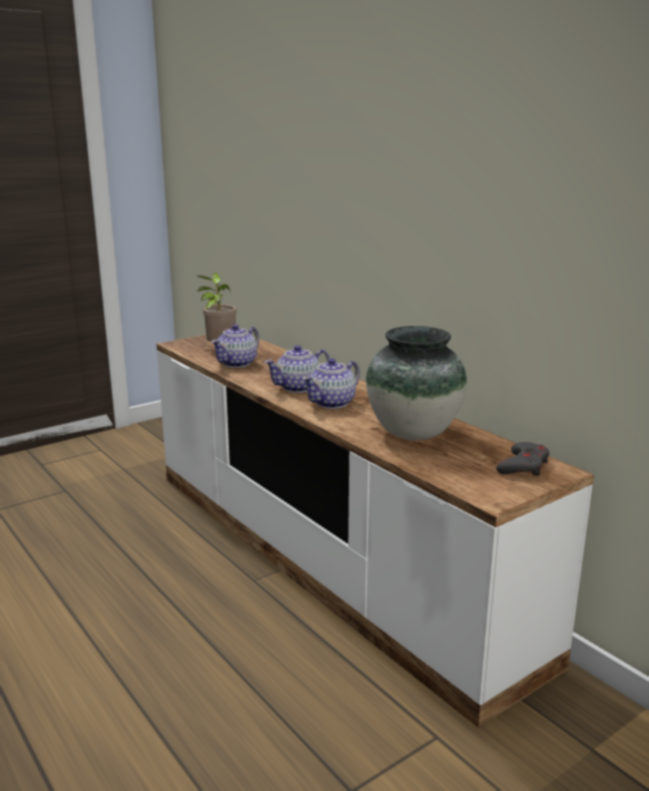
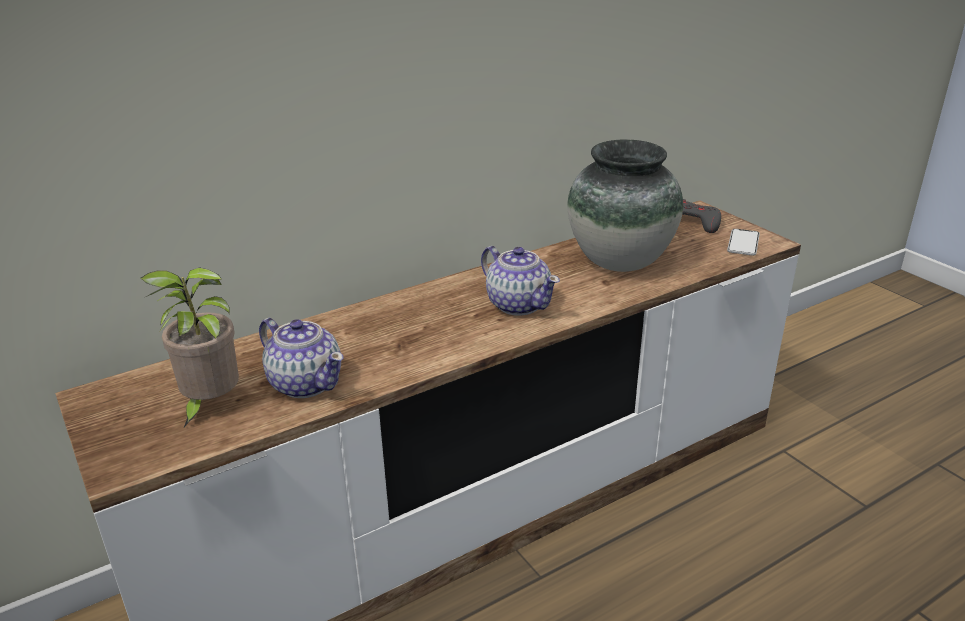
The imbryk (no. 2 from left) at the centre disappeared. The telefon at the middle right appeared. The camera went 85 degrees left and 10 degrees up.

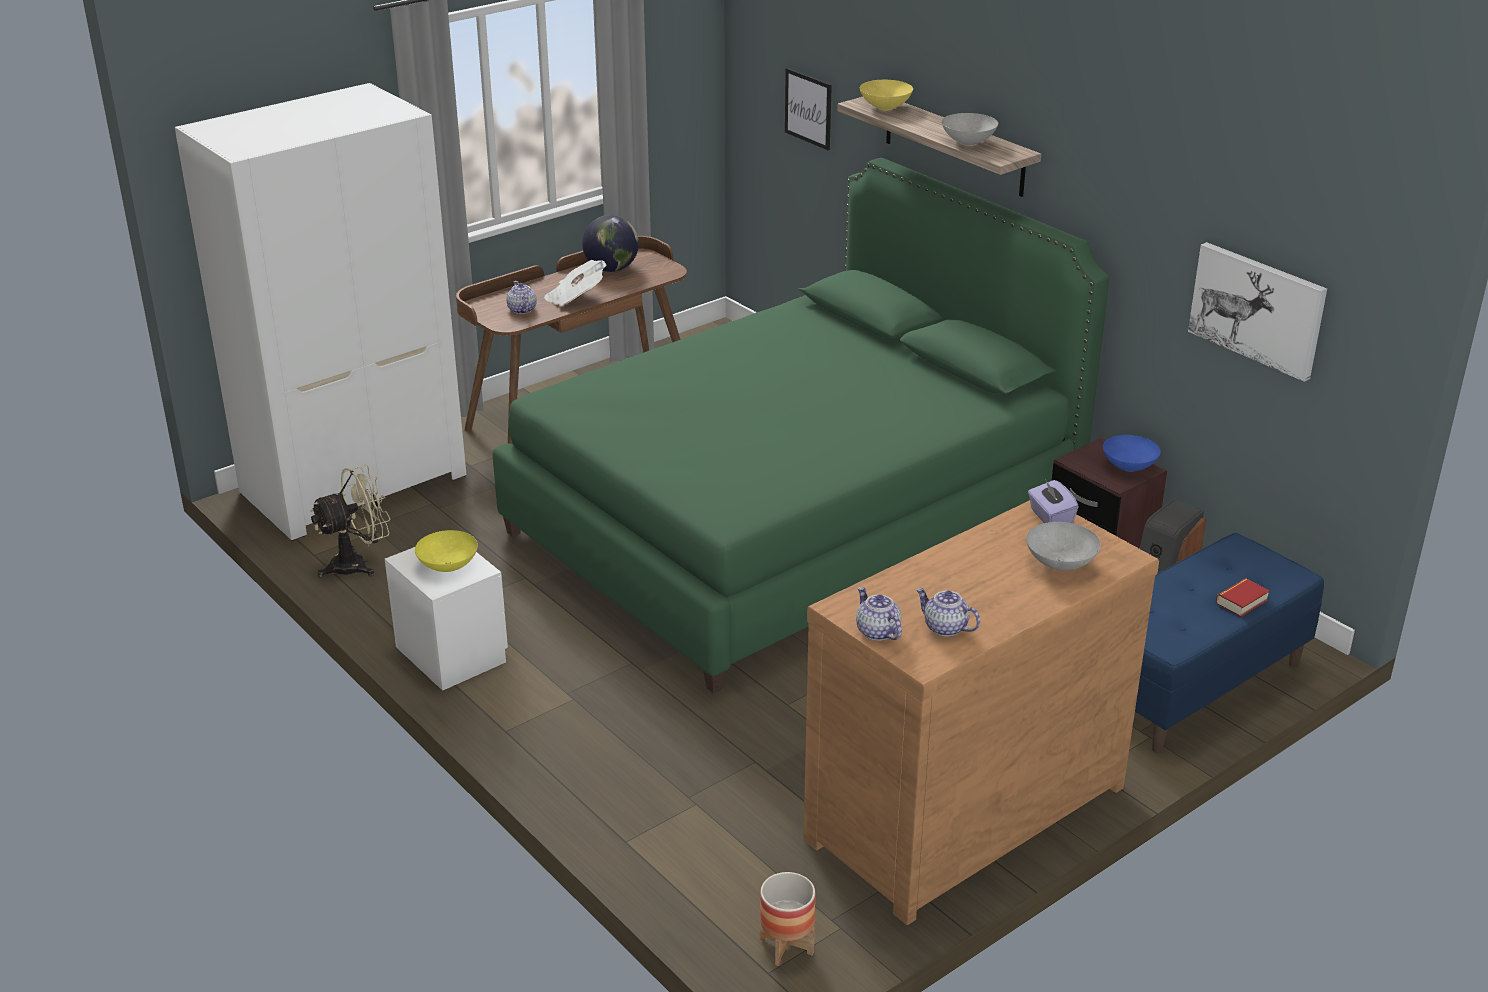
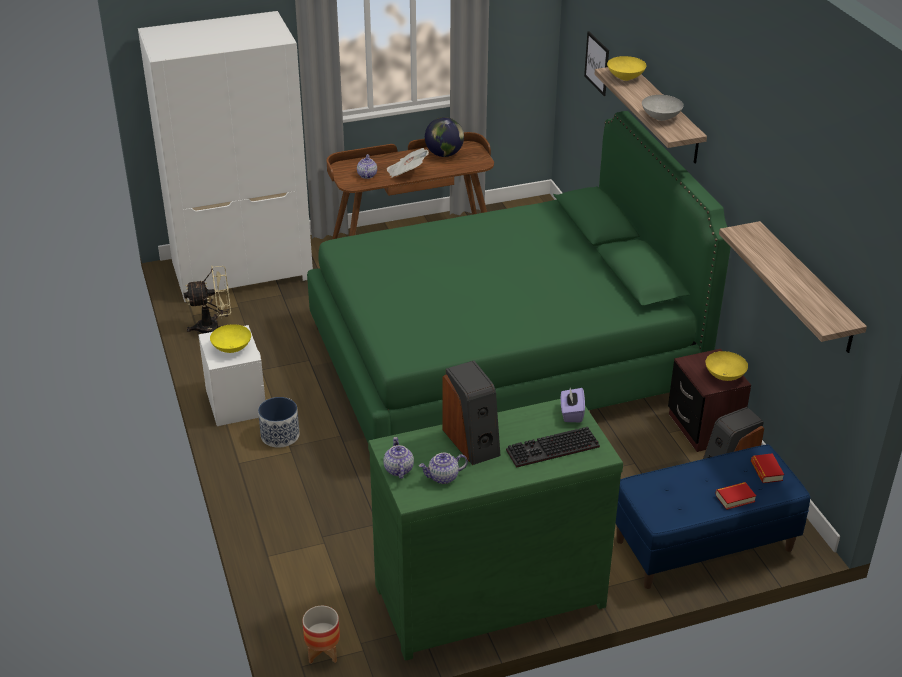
The obraz (no. 2 from left) at the top right was replaced by the półka (no. 2 from left) at the middle right. The miska [niebieski] at the middle right became the miska [żółty] (no. 3 from left) at the middle right. The komoda [brązowy] at the bottom centre became the komoda [zielony] at the bottom centre. The miska [szary] (no. 2 from left) at the middle right was replaced by the klawiatura at the centre. The imbryk (no. 3 from left) at the centre turned 75 degrees counterclockwise. The głośnik (no. 1 from left) at the centre appeared. The donica (no. 1 from left) at the middle left appeared. The książka (no. 2 from left) at the bottom right appeared. The camera went 20 degrees right and 5 degrees up.

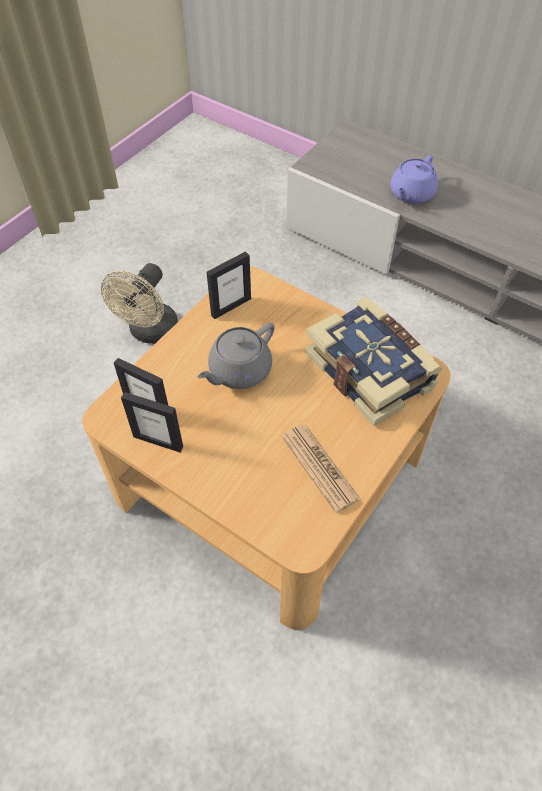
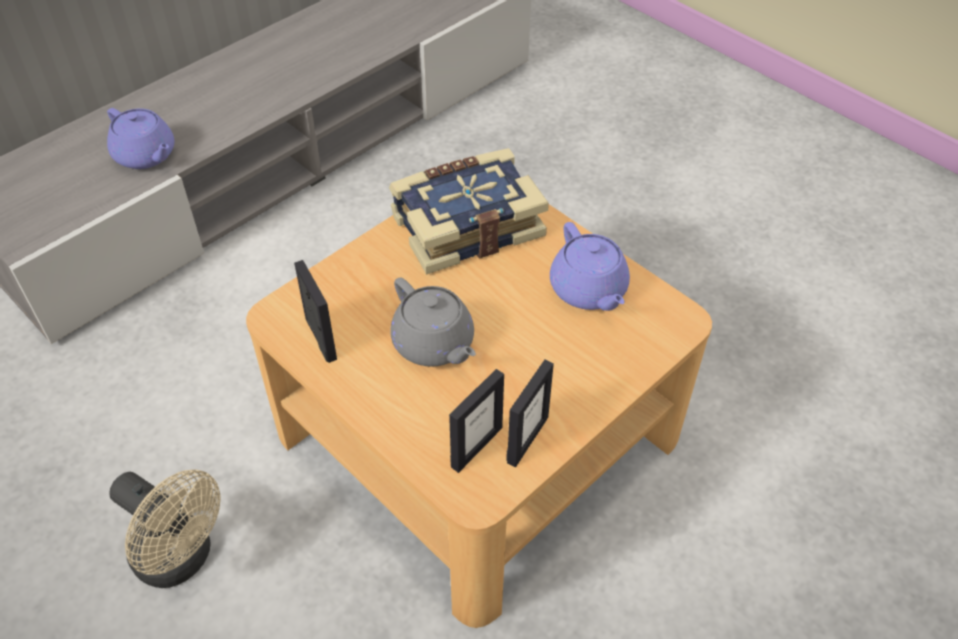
The gazeta at the centre was replaced by the imbryk [fioletowy] (no. 2 from left) at the centre. The camera went 80 degrees left and 5 degrees down.

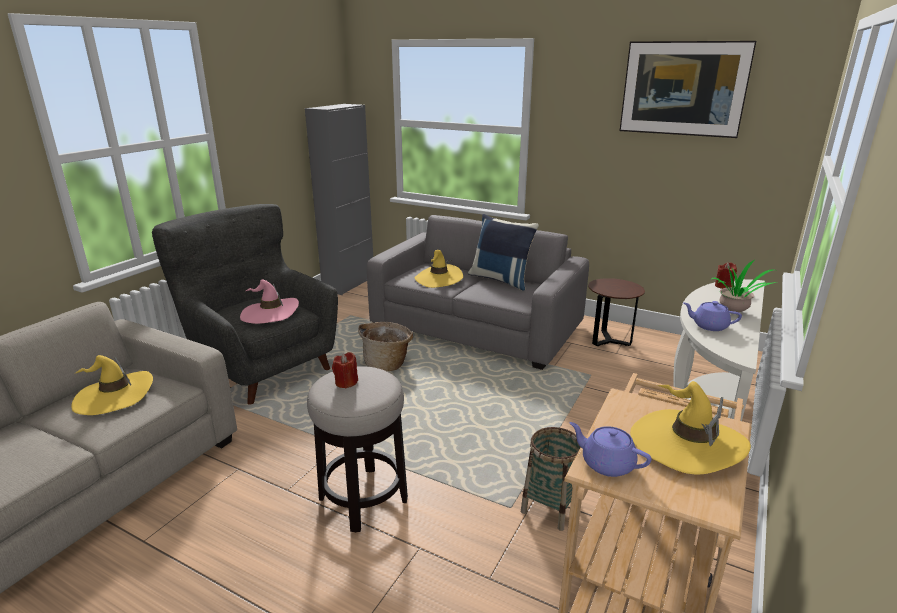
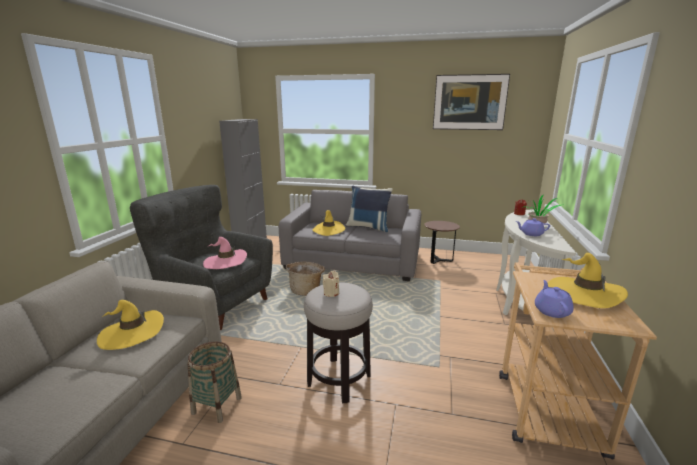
The świeca [czerwony] (no. 1 from left) at the centre became the świeca [beżowy] at the centre. The imbryk [fioletowy] (no. 1 from left in the first image) at the bottom right turned 75 degrees clockwise. The koszyk (no. 2 from left in the first image) moved from the bottom centre to the bottom left. The camera went 15 degrees left and 5 degrees down.

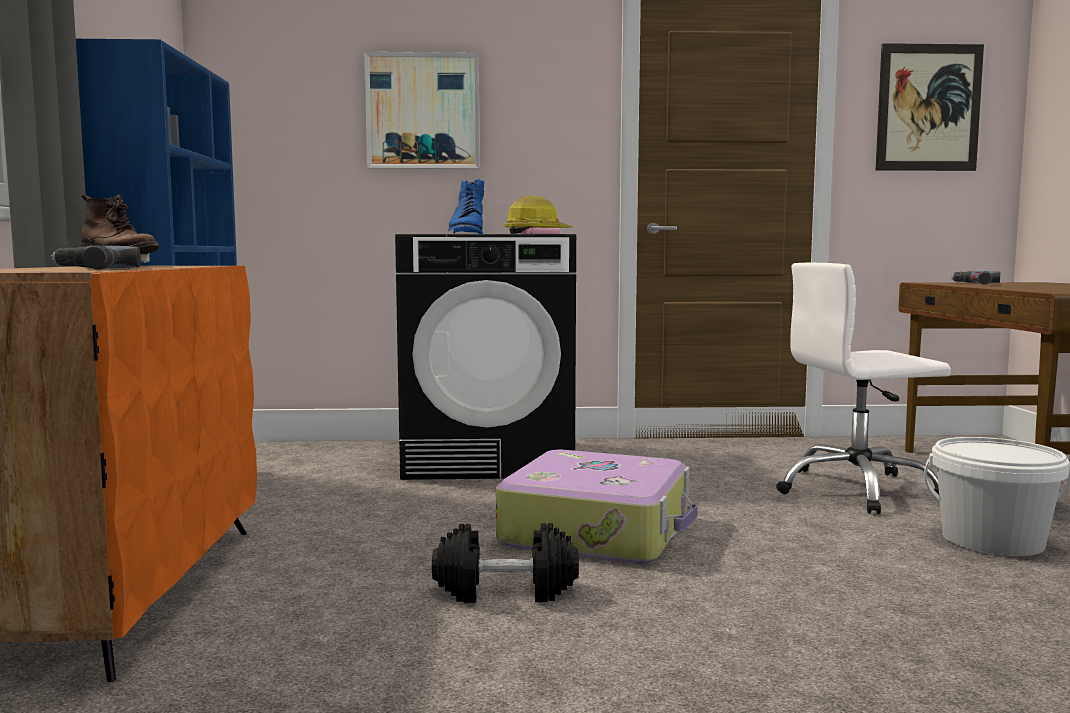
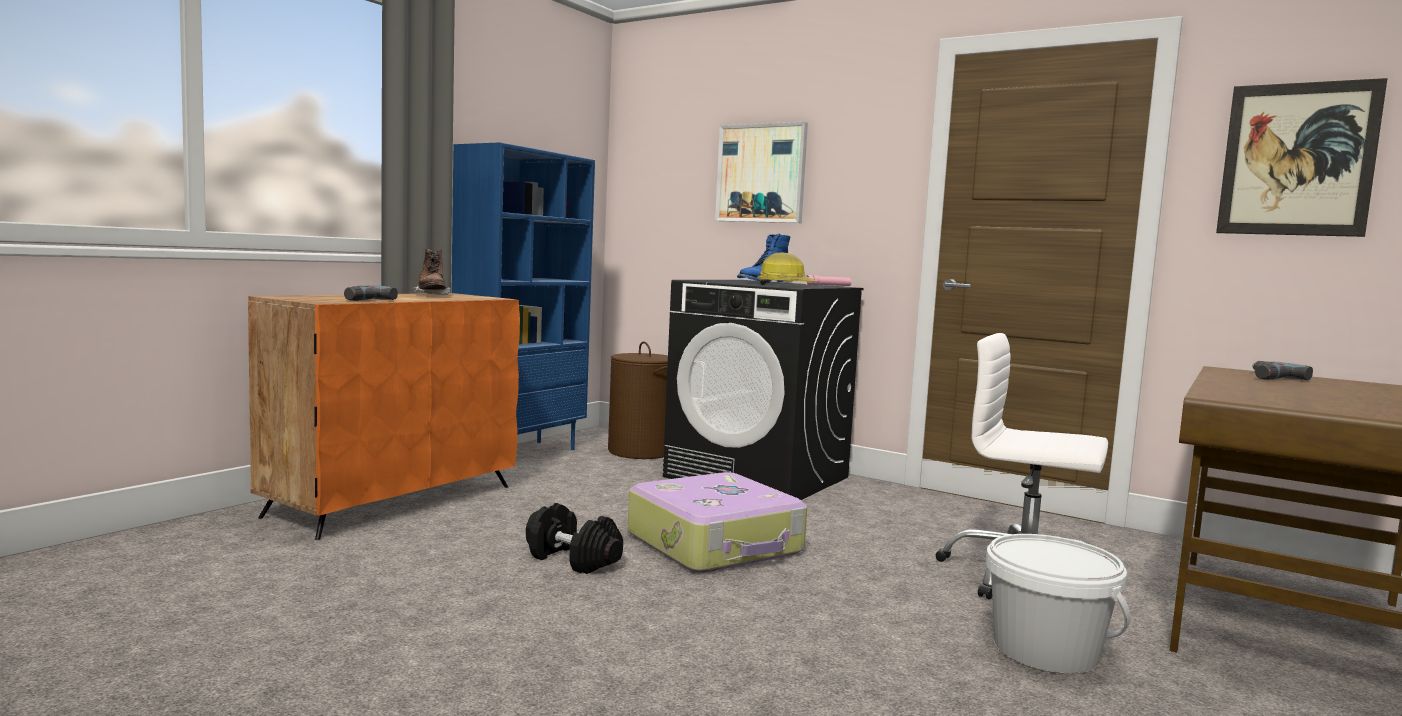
The kosz na pranie [brązowy] at the centre appeared. The camera went 35 degrees right and 0 degrees up.

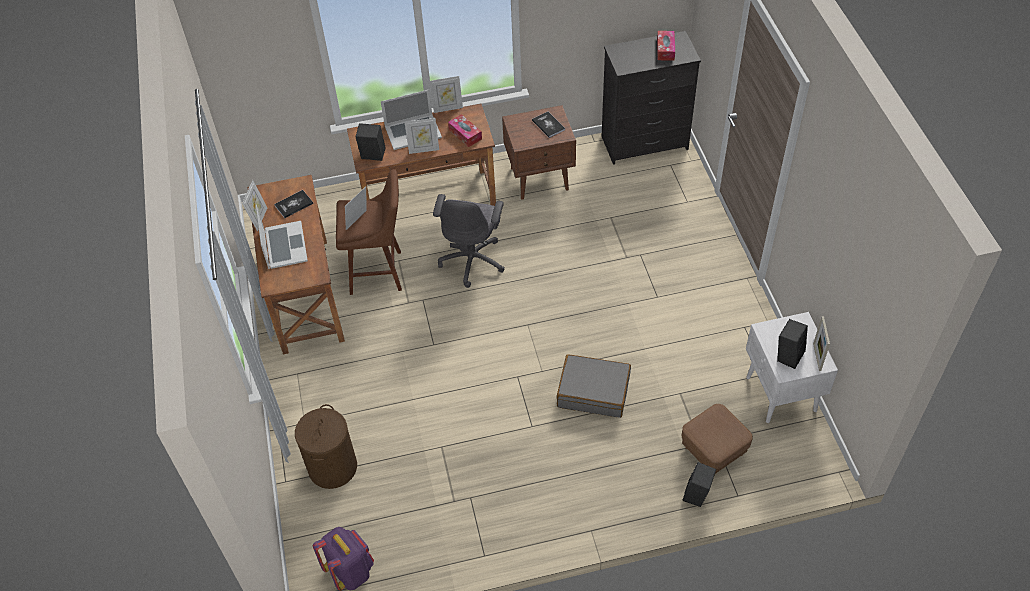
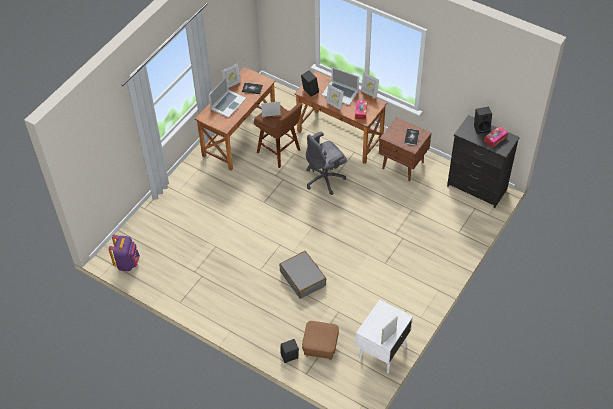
The głośnik [czarny] (no. 3 from left) moved from the middle right to the top right. The kosz na pranie [brązowy] at the bottom left disappeared. The camera went 45 degrees right and 0 degrees up.

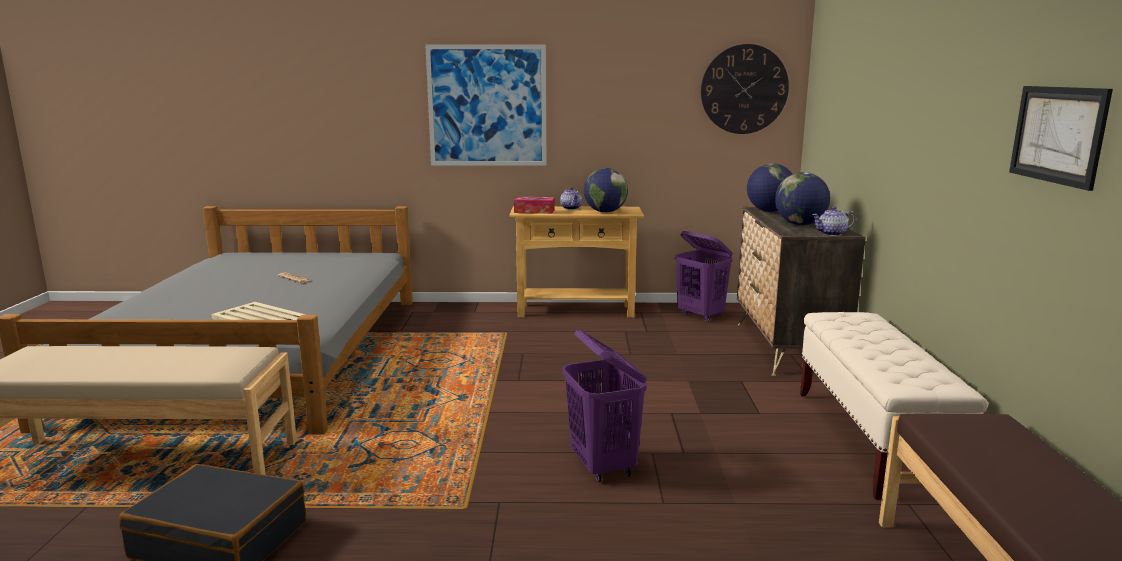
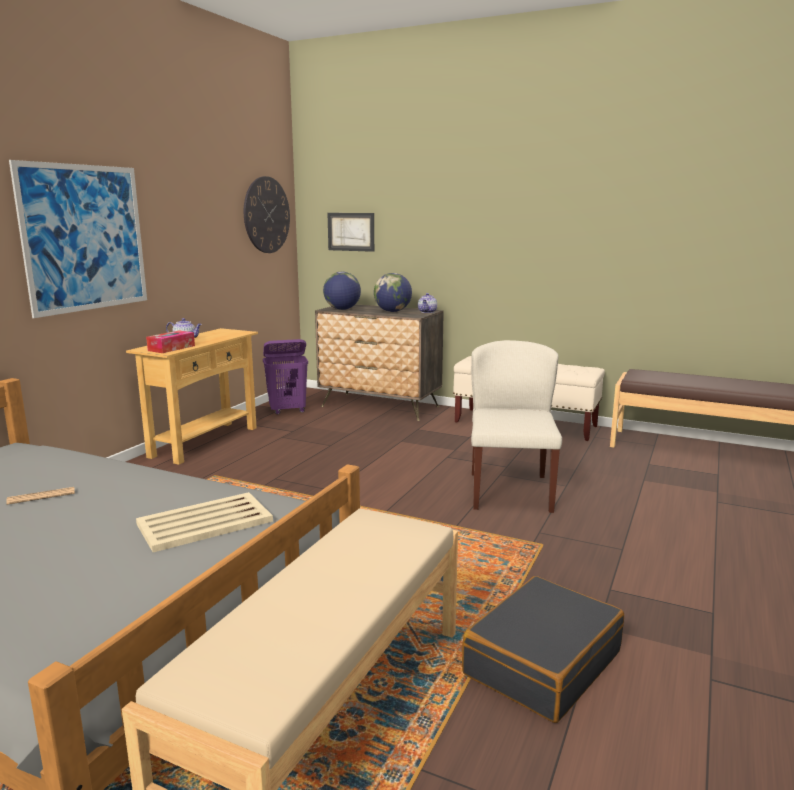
The obraz (no. 2 from left) moved from the top right to the top centre. The globus (no. 1 from left) at the centre disappeared. The kosz na pranie [fioletowy] (no. 1 from left) at the bottom centre was replaced by the krzesło [beżowy] at the centre. The camera went 65 degrees left and 0 degrees up.

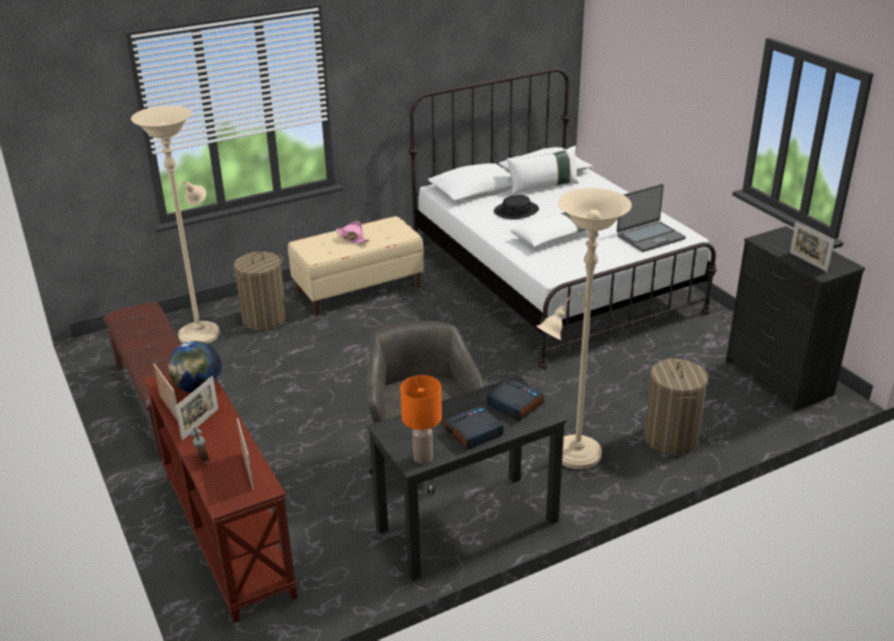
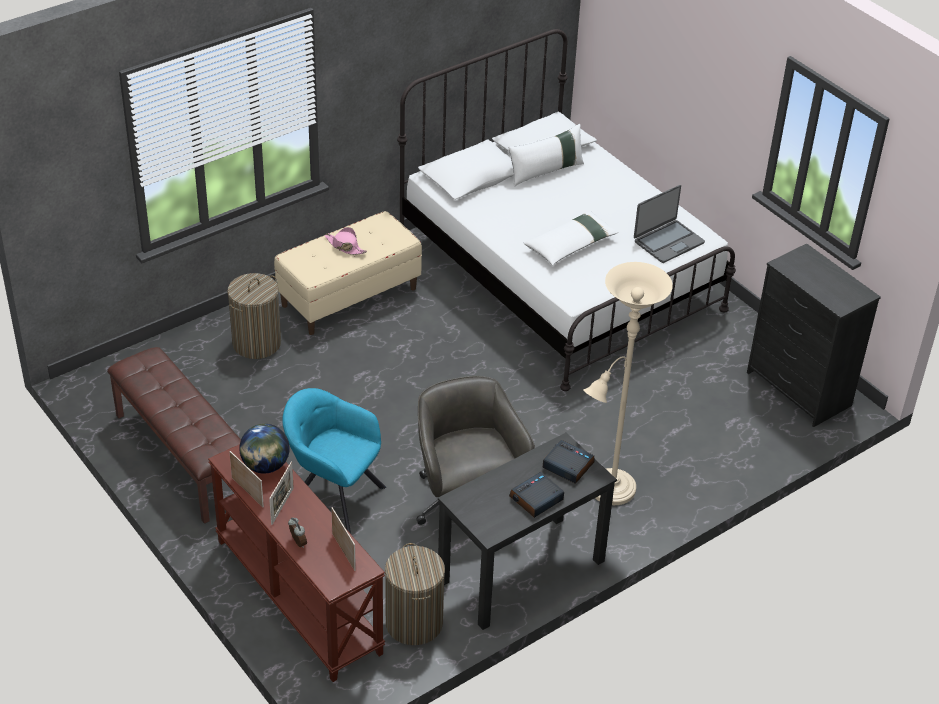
The lampa stojąca [beżowy] (no. 1 from left) at the middle left disappeared. The kapelusz [czarny] at the top centre disappeared. The ramka na zdjęcie (no. 4 from left) at the middle right disappeared. The kosz na pranie (no. 2 from left) moved from the middle right to the bottom centre. The lampa stołowa [pomarańczowy] at the centre disappeared. The fotel [turkusowy] at the centre appeared. The camera went 10 degrees left and 10 degrees up.

